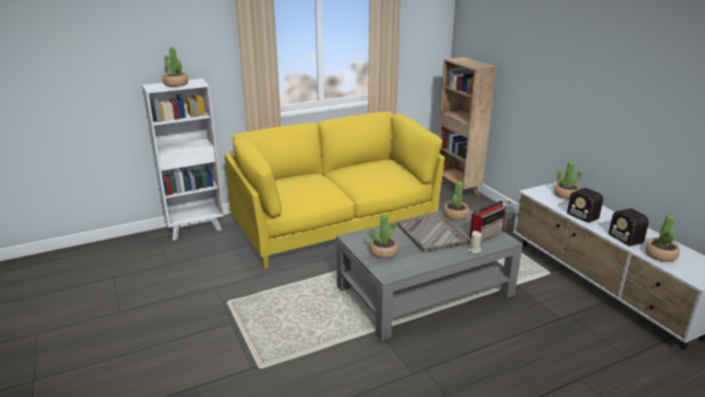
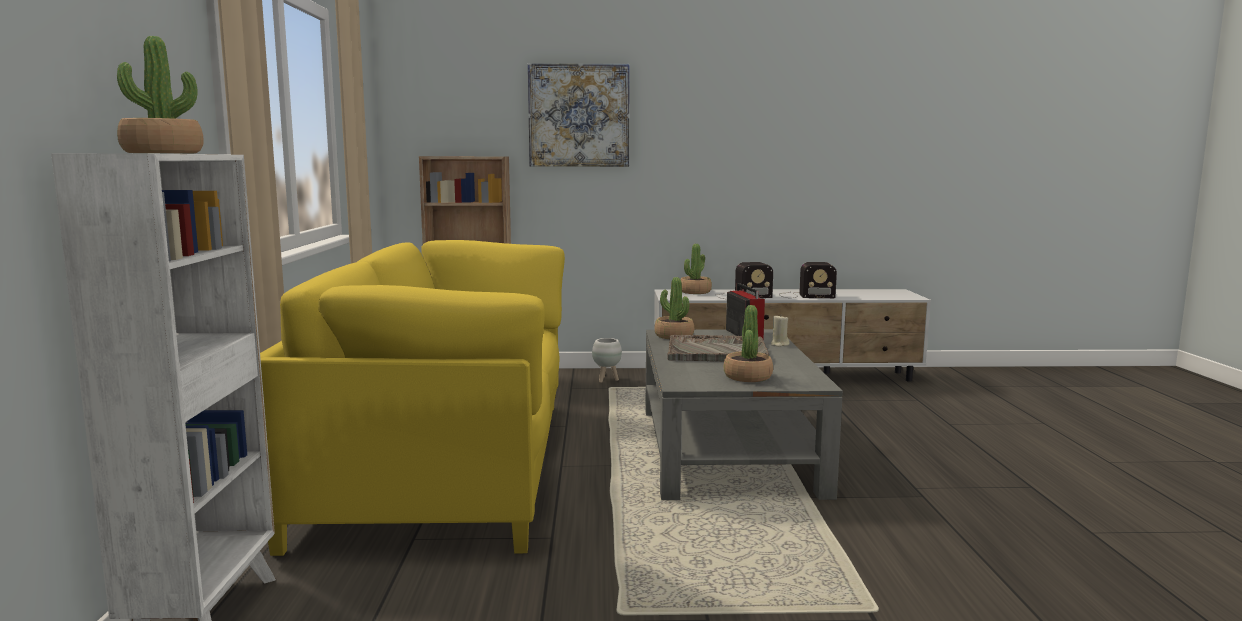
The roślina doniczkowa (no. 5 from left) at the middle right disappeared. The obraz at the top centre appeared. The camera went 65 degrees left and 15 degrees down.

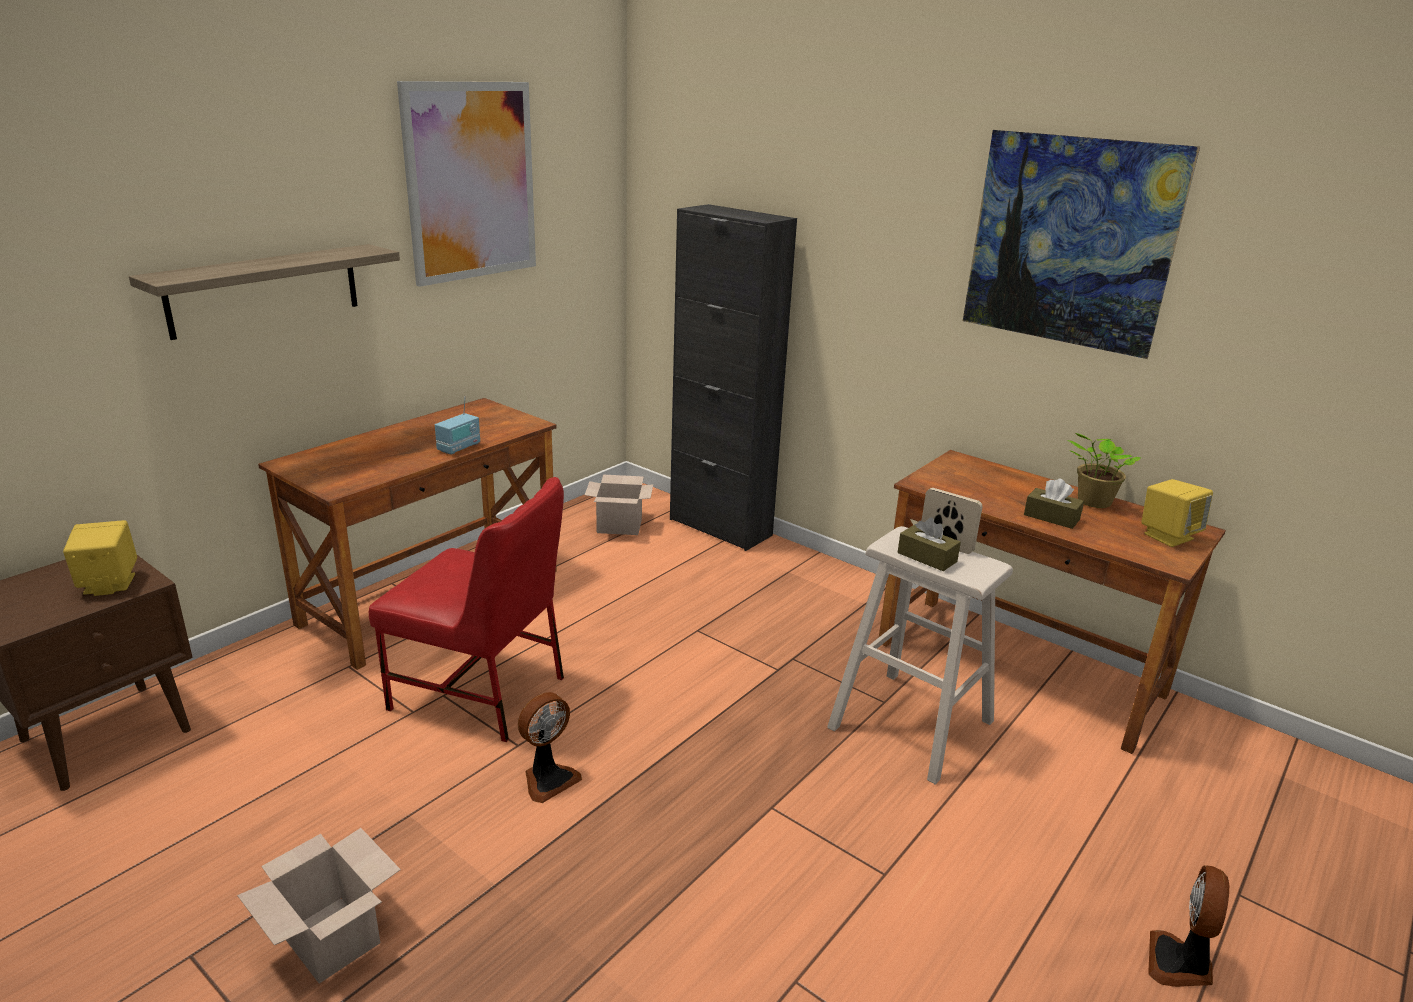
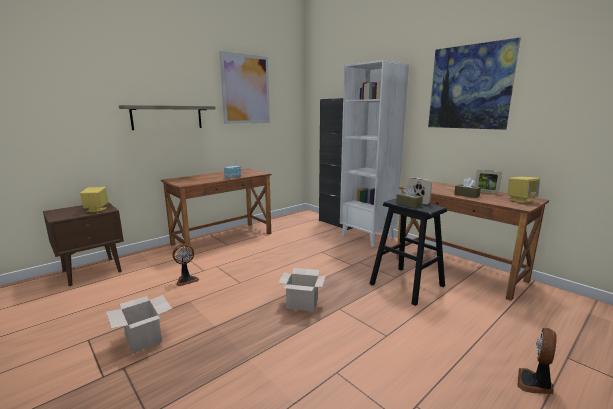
The roślina doniczkowa at the middle right was replaced by the ramka na zdjęcie (no. 2 from left) at the middle right. The karton (no. 2 from left) moved from the centre to the bottom centre. The krzesło [czerwony] at the middle left disappeared. The stołek [beżowy] at the centre became the stołek [czarny] at the centre. The wentylator (no. 1 from left) moved from the bottom centre to the middle left. The regał [biały] at the centre appeared. The camera went 10 degrees right and 10 degrees down.

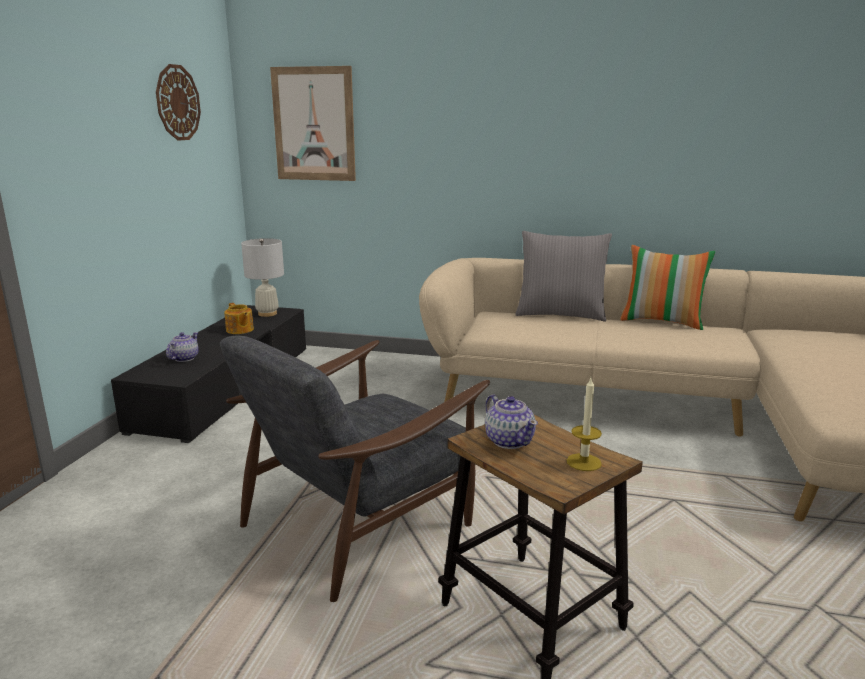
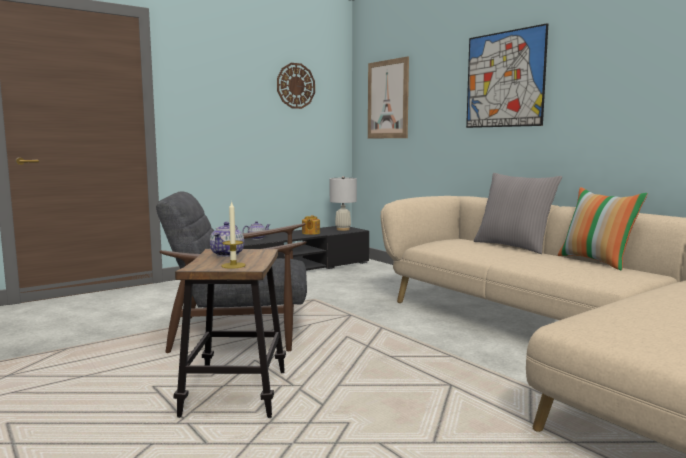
The obraz (no. 2 from left) at the top right appeared. The camera went 40 degrees right and 10 degrees down.

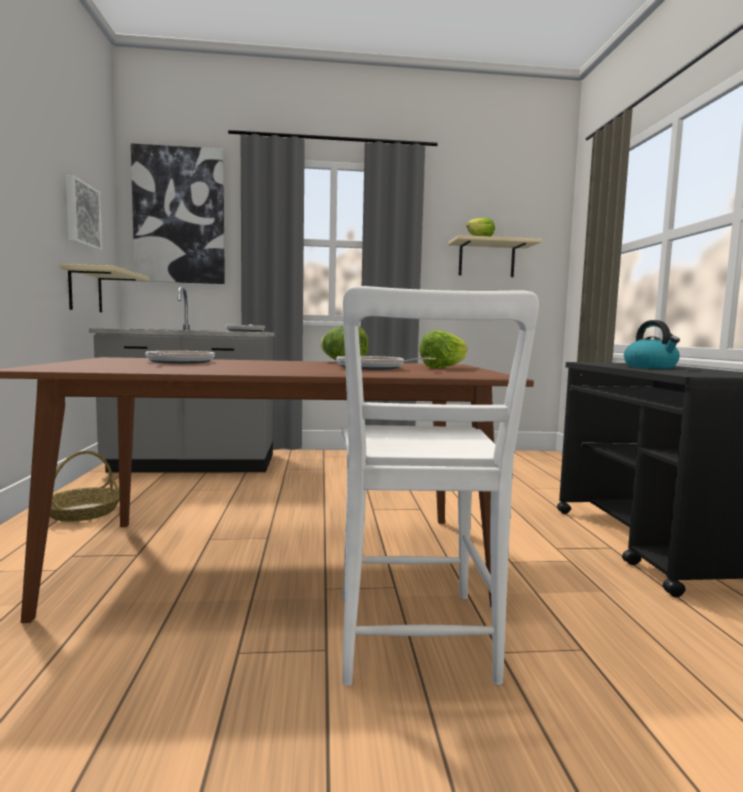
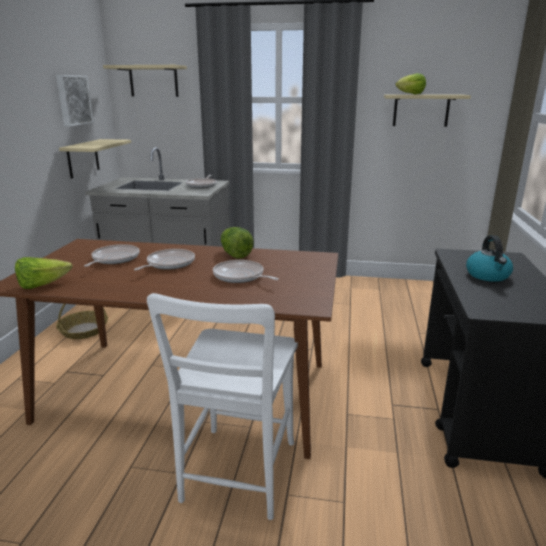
The obraz (no. 2 from left) at the top left was replaced by the półka [beżowy] (no. 2 from left) at the top left. The sałata (no. 2 from left in the first image) moved from the centre to the middle left. The patelnia (no. 2 from left) at the middle left appeared. The camera went 15 degrees right and 15 degrees up.

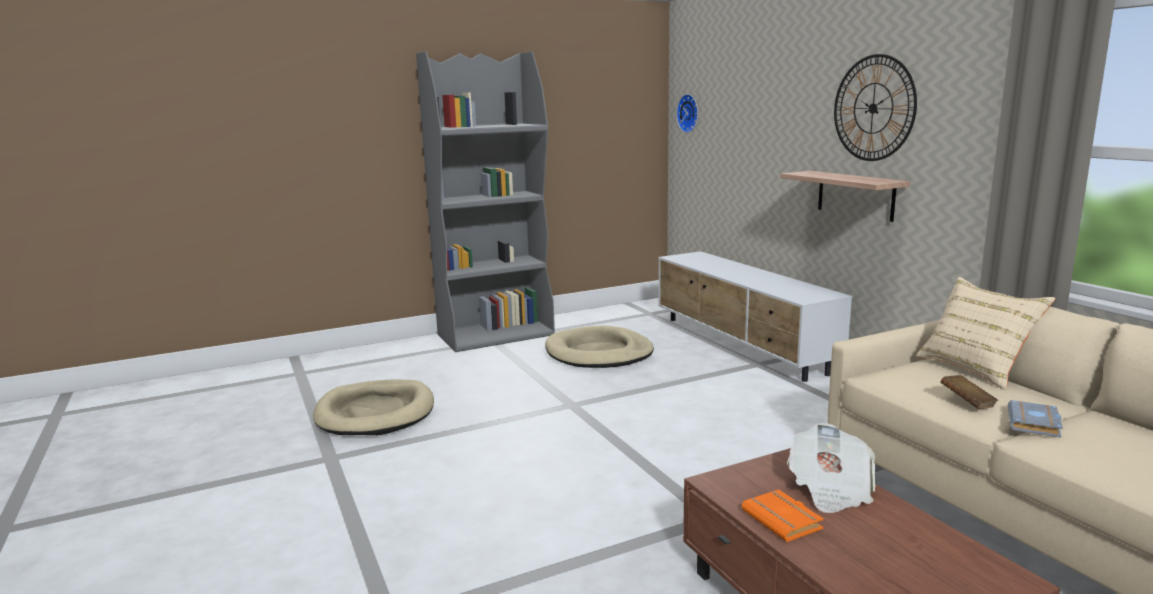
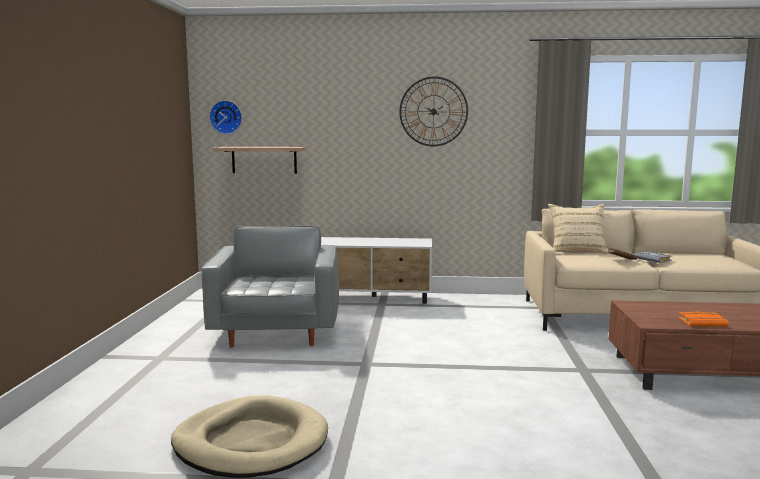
The regał [szary] at the centre disappeared. The półka moved from the top right to the centre. The legowisko [beżowy] (no. 2 from left) at the centre was replaced by the fotel [szary] at the centre. The gazeta at the bottom right disappeared. The camera went 60 degrees left and 5 degrees down.

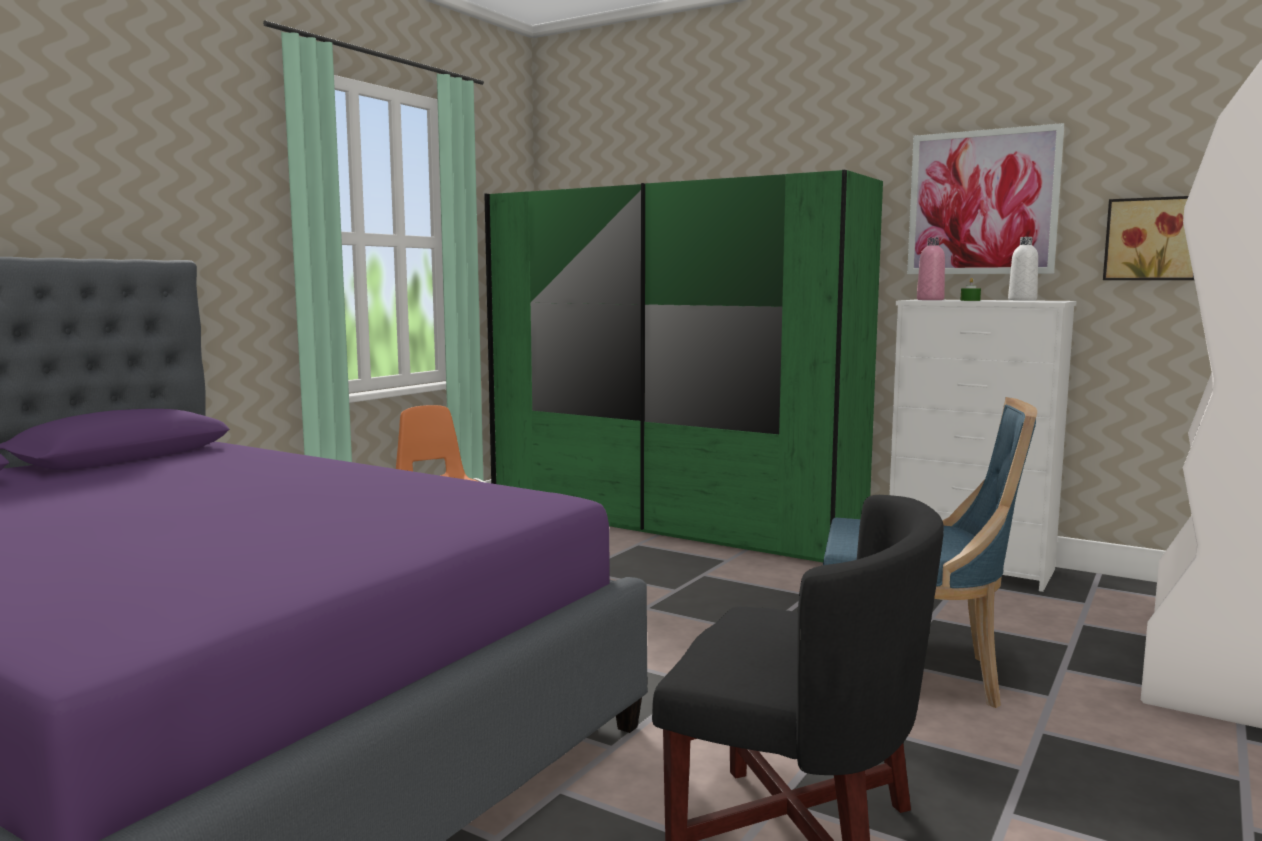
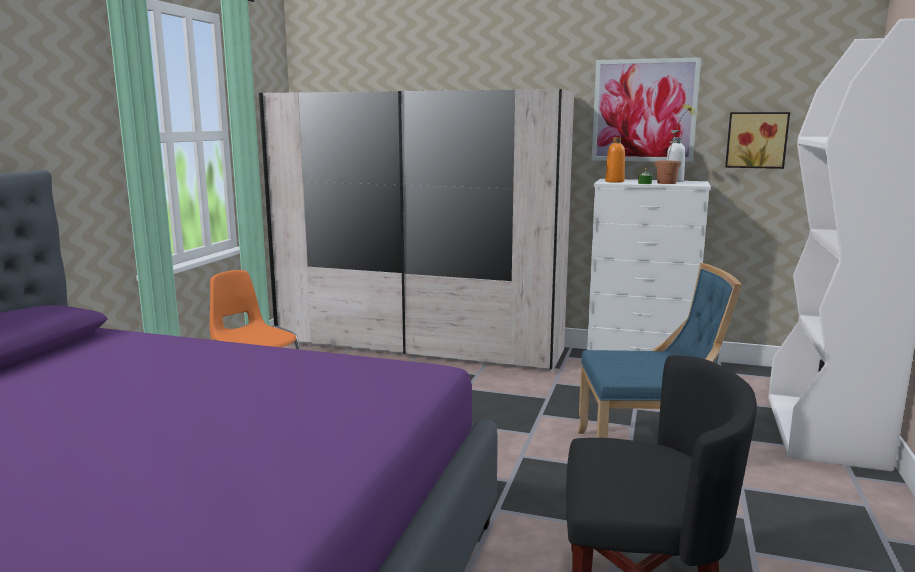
The szafa [zielony] at the centre became the szafa [biały] at the centre. The butelka [różowy] at the top right became the butelka [pomarańczowy] at the top right. The roślina doniczkowa at the top right appeared. The camera went 15 degrees left and 5 degrees up.

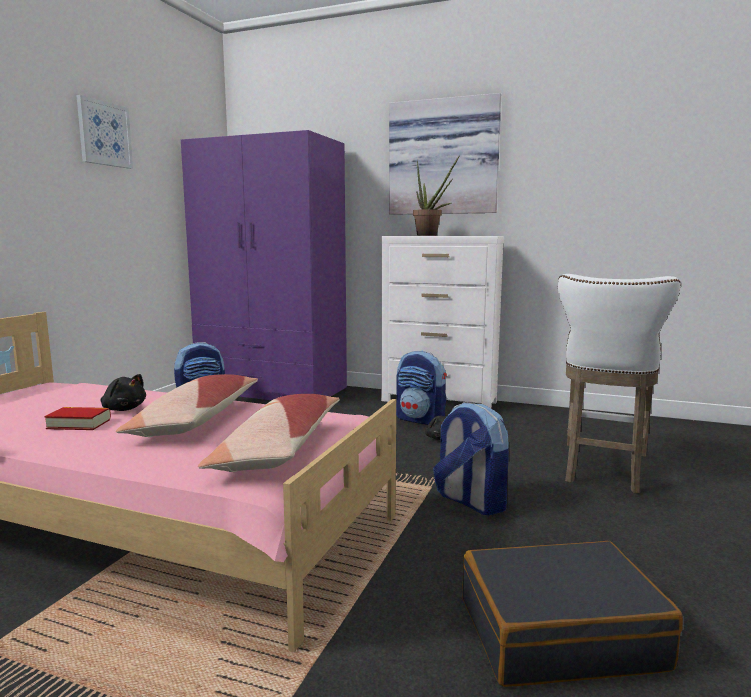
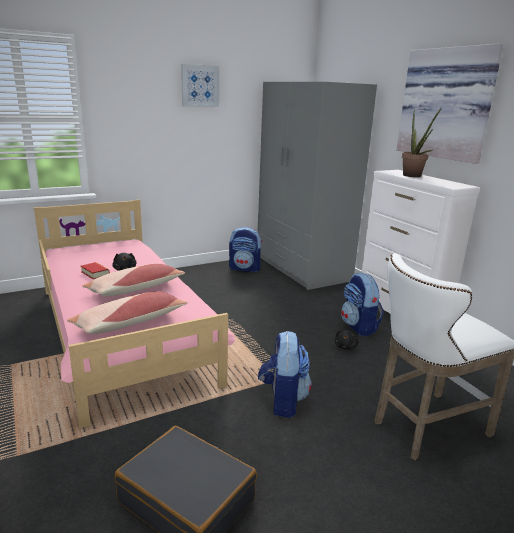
The szafa [fioletowy] at the centre became the szafa [szary] at the centre. The camera went 40 degrees right and 10 degrees up.

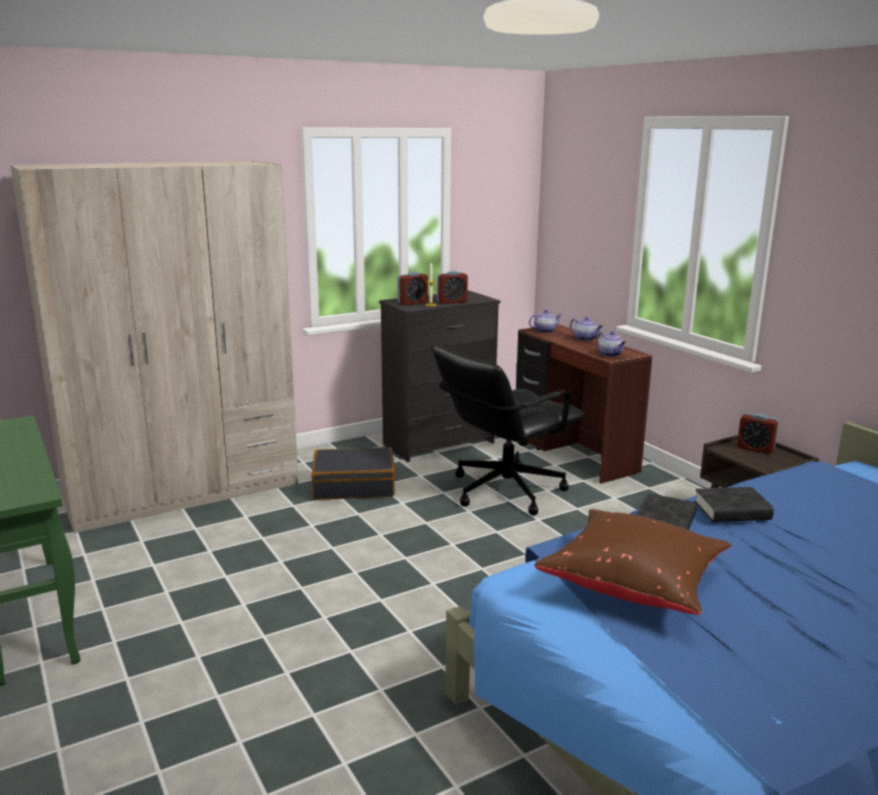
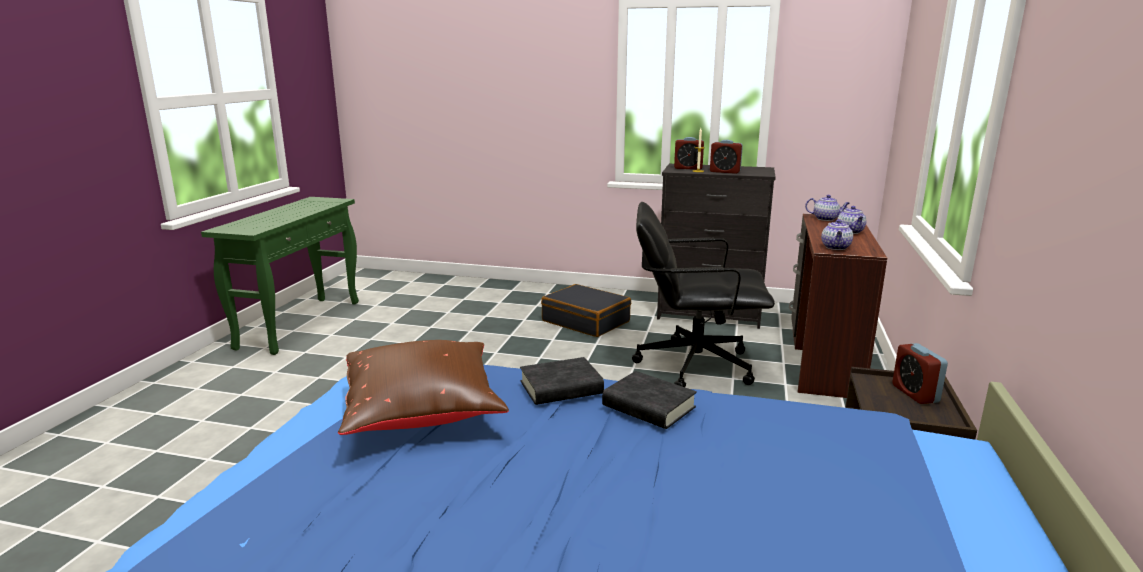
The szafa [beżowy] at the middle left disappeared. The camera went 45 degrees right and 0 degrees up.

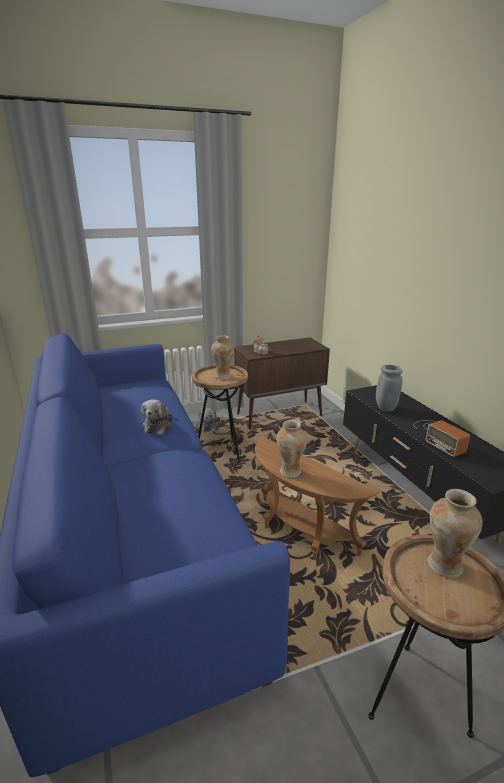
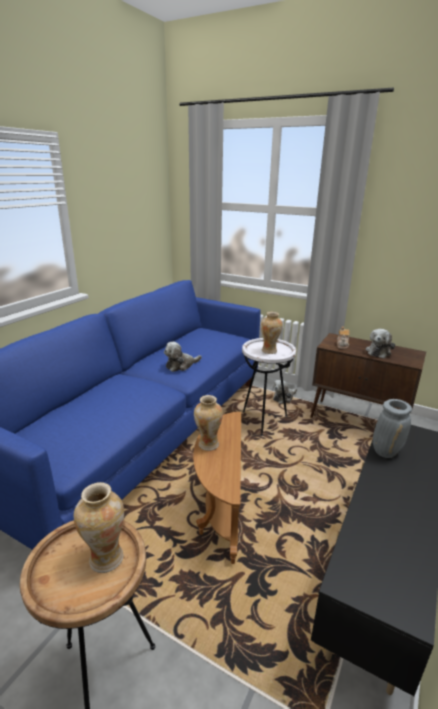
The stolik [brązowy] (no. 1 from left) at the centre became the stolik [biały] at the centre. The radio at the middle right disappeared. The pluszak (no. 3 from left) at the middle right appeared. The camera went 50 degrees right and 0 degrees up.

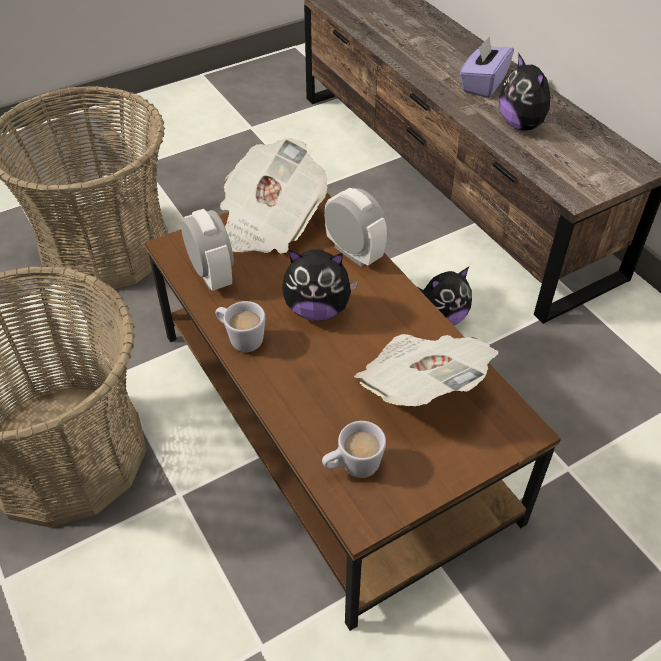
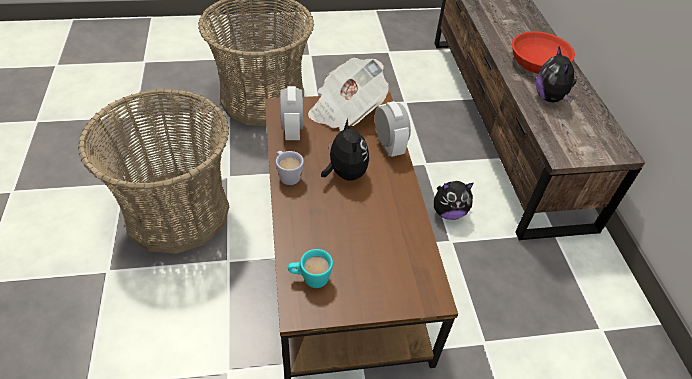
The pudełko chusteczek [fioletowy] at the top right was replaced by the miska [czerwony] at the top right. The pluszak (no. 1 from left) at the centre turned 135 degrees counterclockwise. The gazeta (no. 2 from left) at the centre disappeared. The kubek [biały] (no. 2 from left) at the bottom centre became the kubek [turkusowy] at the bottom centre. The camera went 20 degrees right and 0 degrees up.

